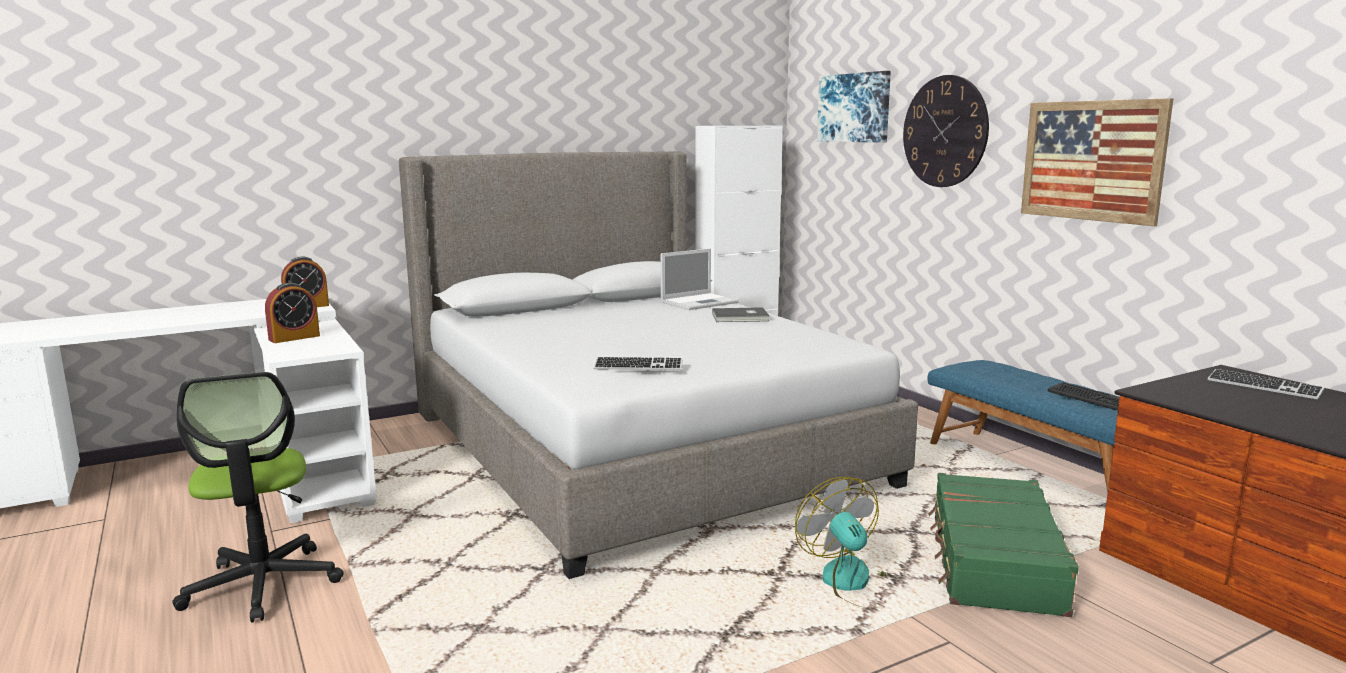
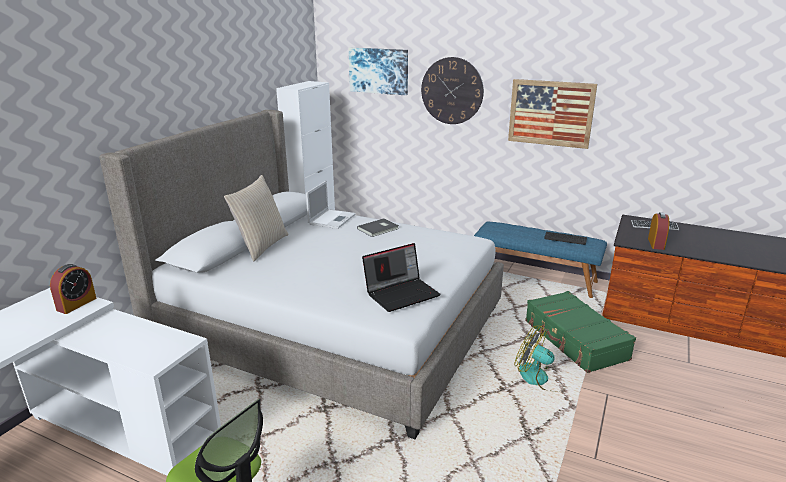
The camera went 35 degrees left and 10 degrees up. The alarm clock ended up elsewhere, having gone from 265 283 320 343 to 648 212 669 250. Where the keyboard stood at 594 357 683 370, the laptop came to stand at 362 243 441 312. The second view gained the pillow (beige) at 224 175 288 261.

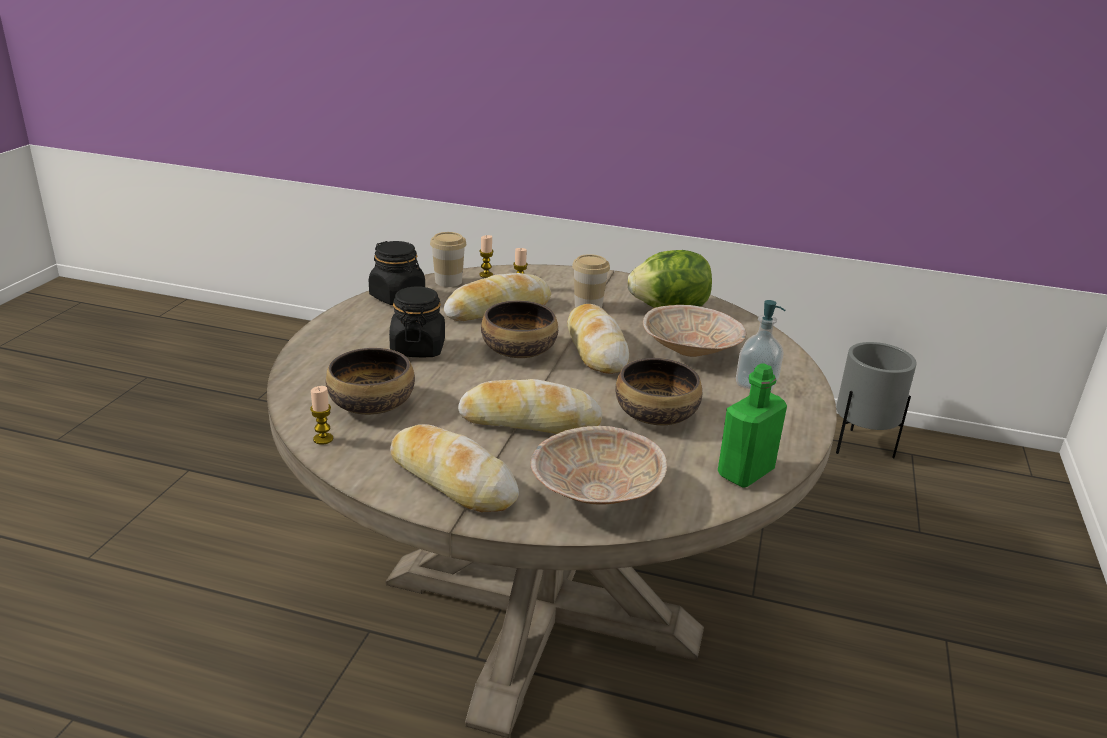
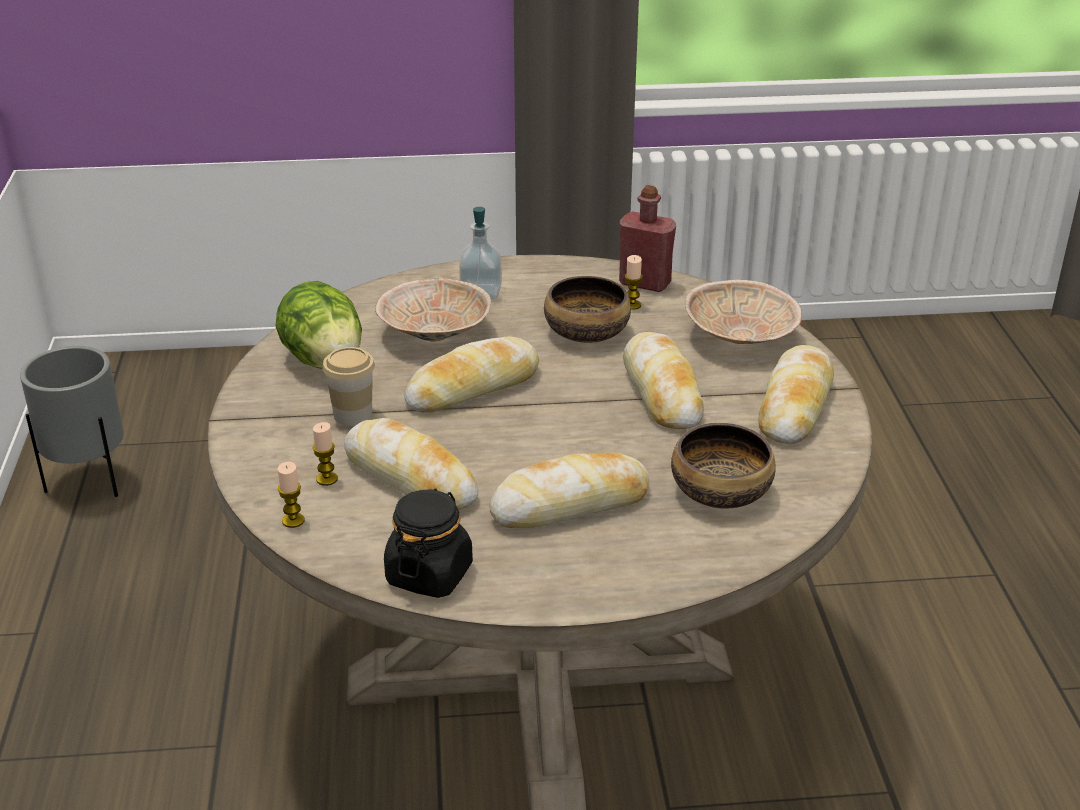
The camera went 110 degrees left and 5 degrees up. The second view lost the cup at 430 232 467 287. Where the jar (black) stood at 389 286 445 357, the bread came to stand at 489 453 649 528. The second view lost the bowl at 481 300 558 358. What was the bottle (green) at 718 363 787 488 turned into the bottle (red) at 619 185 676 292. The candle ended up elsewhere, having gone from 310 386 333 445 to 625 255 643 310.

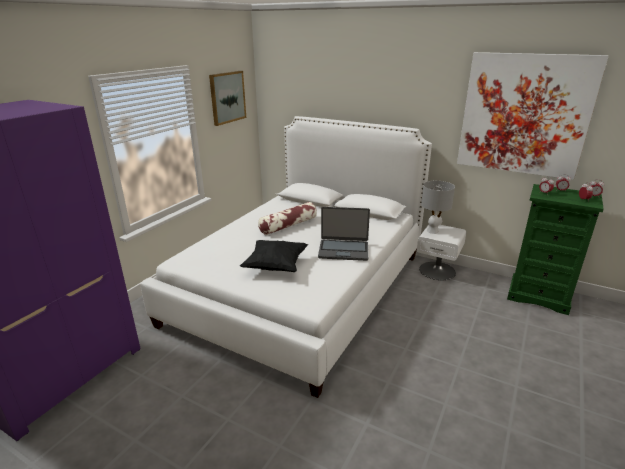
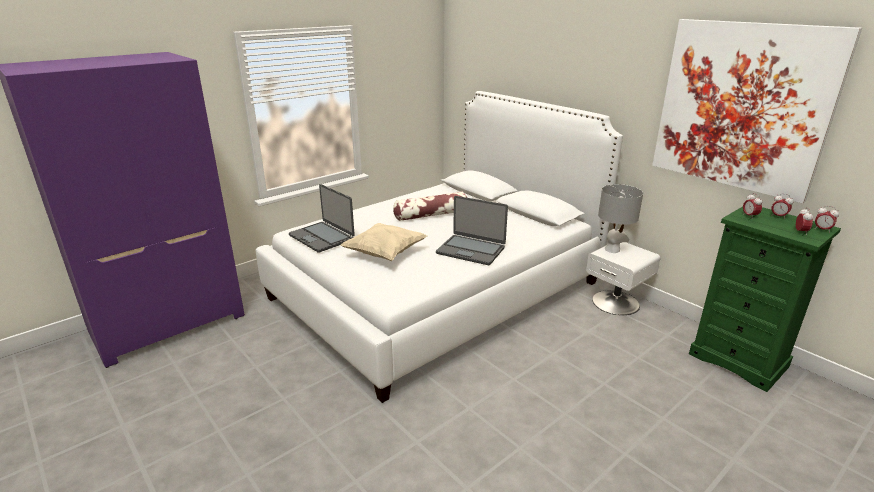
The camera went 20 degrees right and 0 degrees up. The second view lost the picture at 209 71 246 126. What was the pillow (black) at 240 240 308 272 turned into the pillow (beige) at 340 223 427 261. The second view gained the laptop at 289 184 355 253.

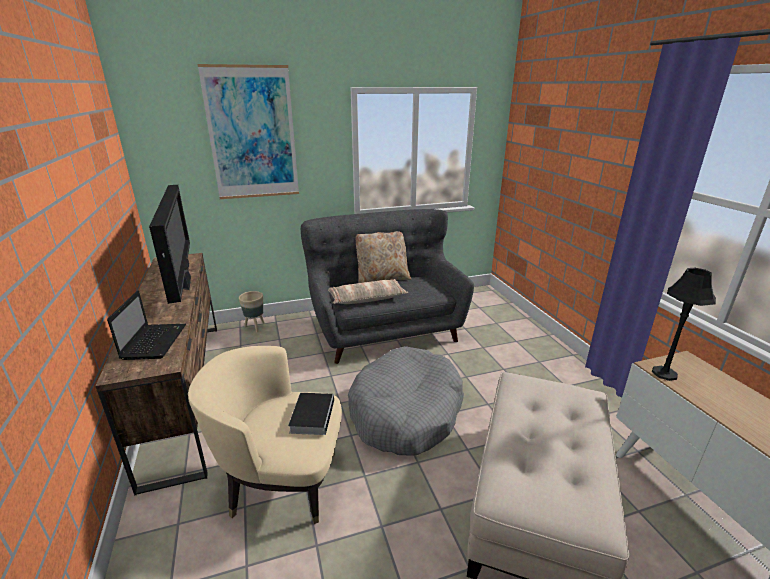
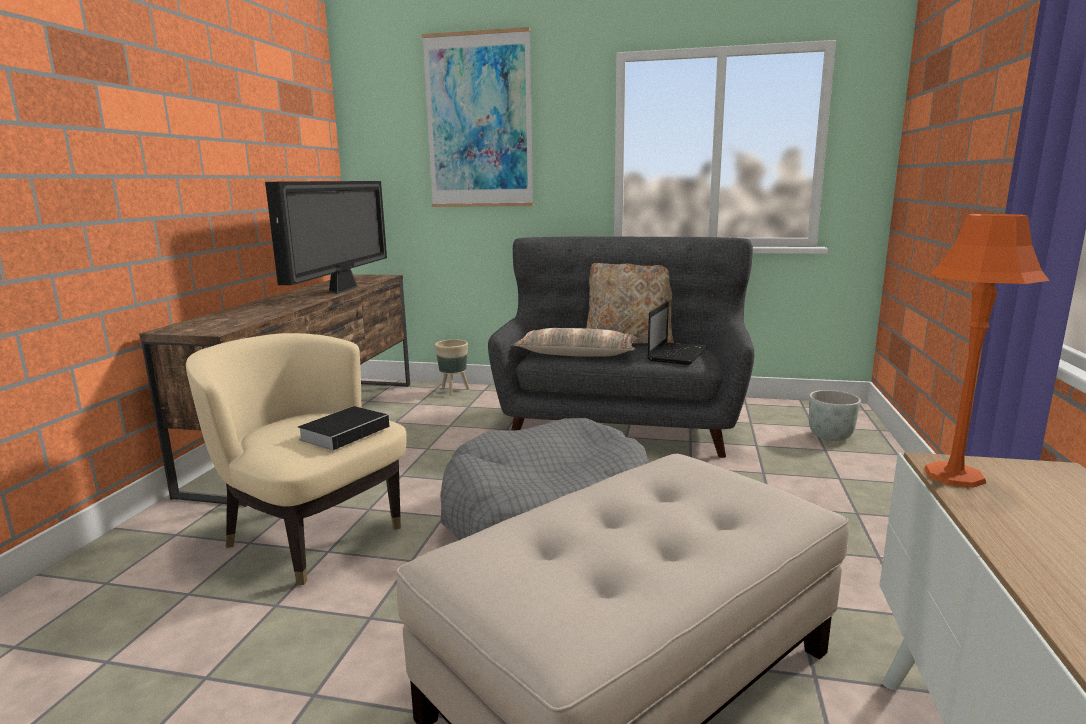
The camera went 30 degrees right and 10 degrees down. What was the table lamp (black) at 652 268 716 381 turned into the table lamp (orange) at 924 214 1050 488. The laptop ended up elsewhere, having gone from 107 290 186 360 to 647 301 708 365. The second view gained the planter (grey) at 809 390 861 441.

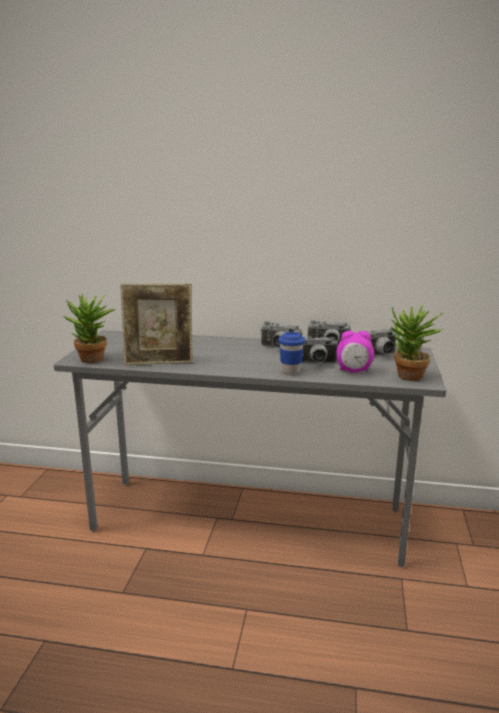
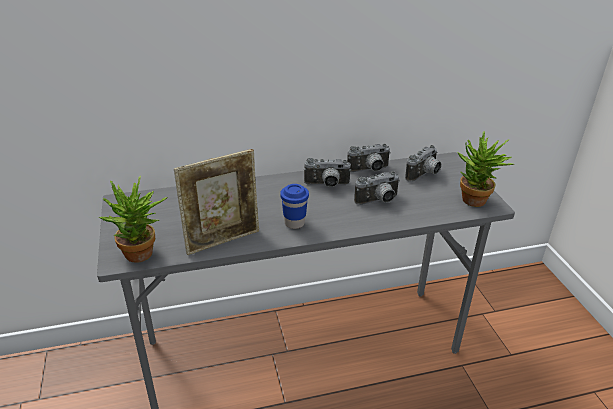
The camera went 25 degrees left and 15 degrees up. The second view lost the alarm clock at 336 331 374 373. The cup (blue) ended up elsewhere, having gone from 279 332 305 375 to 280 184 309 229.

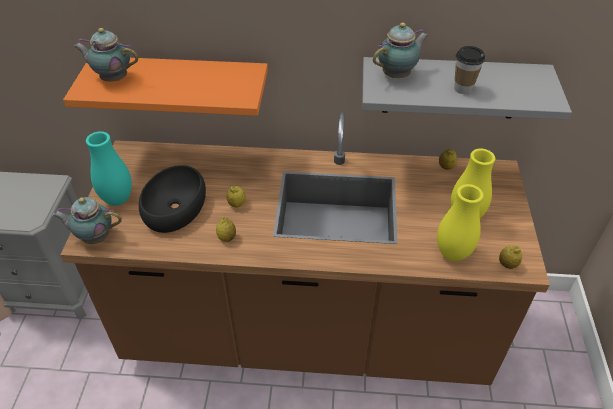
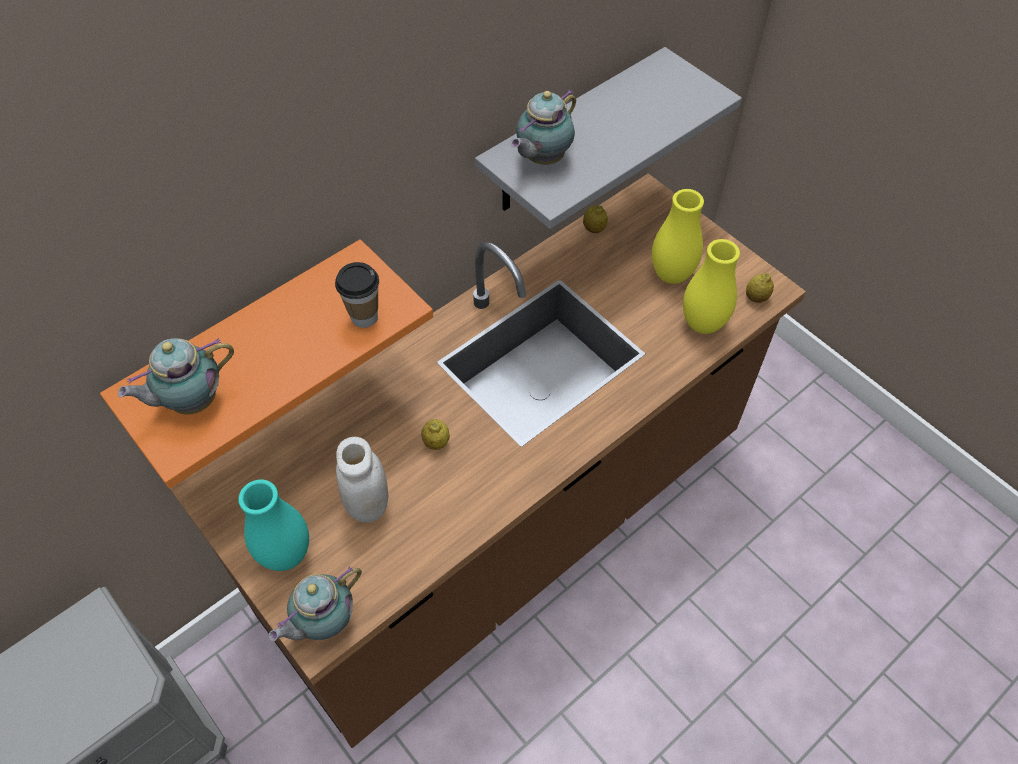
The camera went 45 degrees left and 10 degrees up. The teapot at 373 22 428 78 ended up facing another way, 150 degrees counterclockwise from before. The cup ended up elsewhere, having gone from 454 46 485 94 to 335 262 379 328. Where the bowl (black) stood at 139 165 206 233, the jar (white) came to stand at 336 437 388 522. The second view lost the lemon at 216 217 236 242.

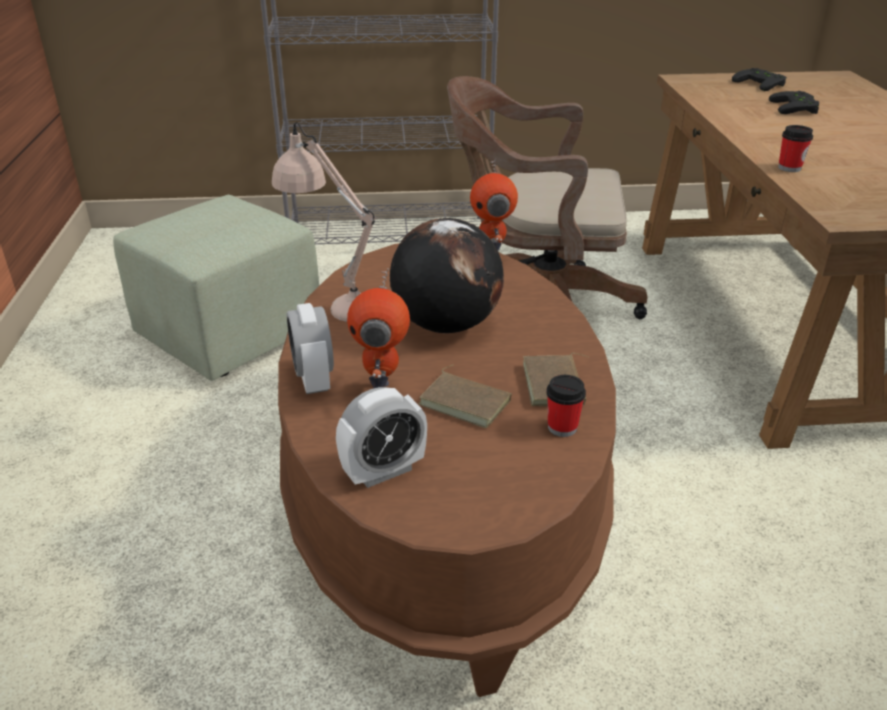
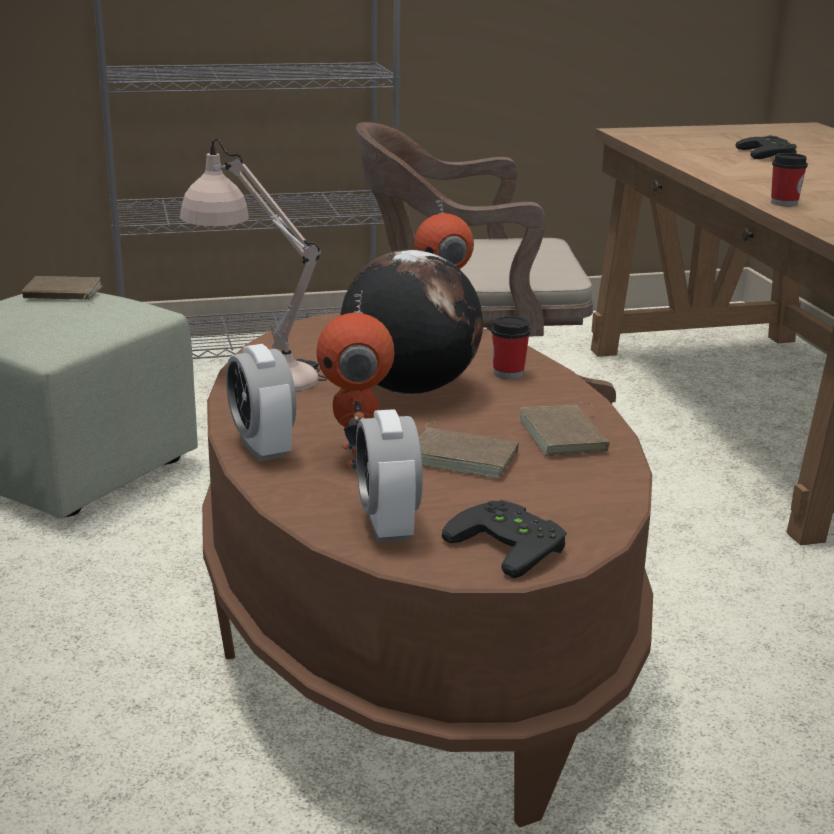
The camera went 10 degrees left and 10 degrees down. The game controller (black) ended up elsewhere, having gone from 732 68 787 91 to 442 500 567 578. The cup ended up elsewhere, having gone from 546 375 586 437 to 491 316 531 379. The alarm clock at 336 387 427 488 ended up facing another way, 120 degrees clockwise from before. The second view gained the book (brown) at 22 276 103 300.

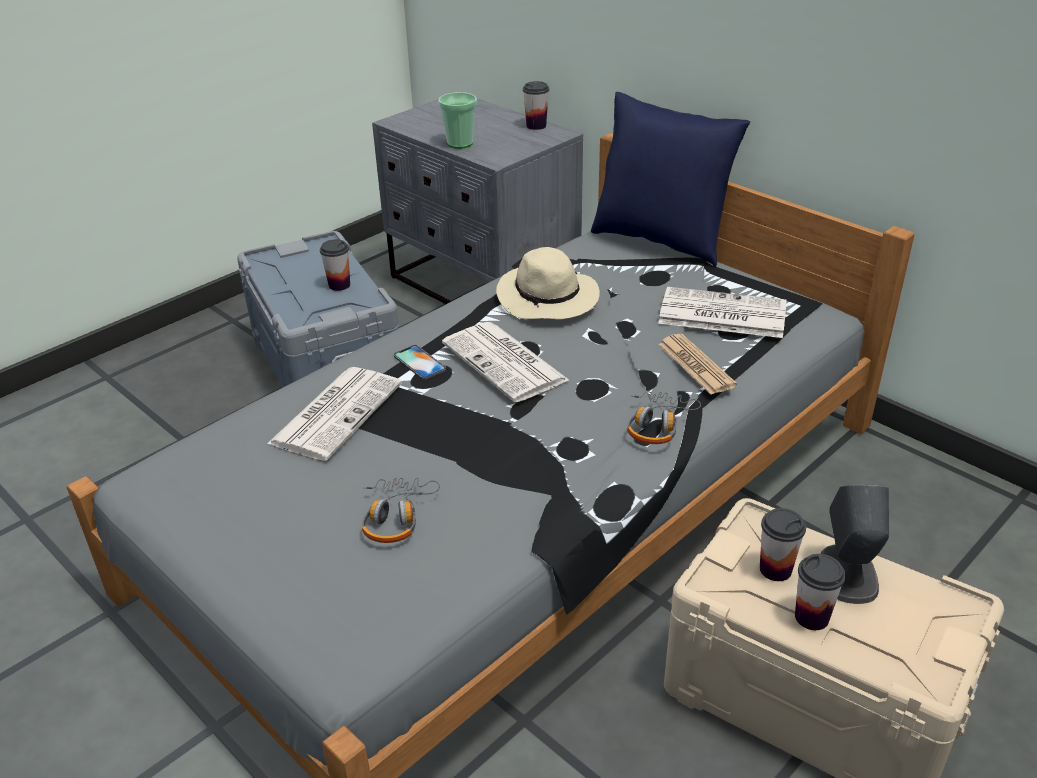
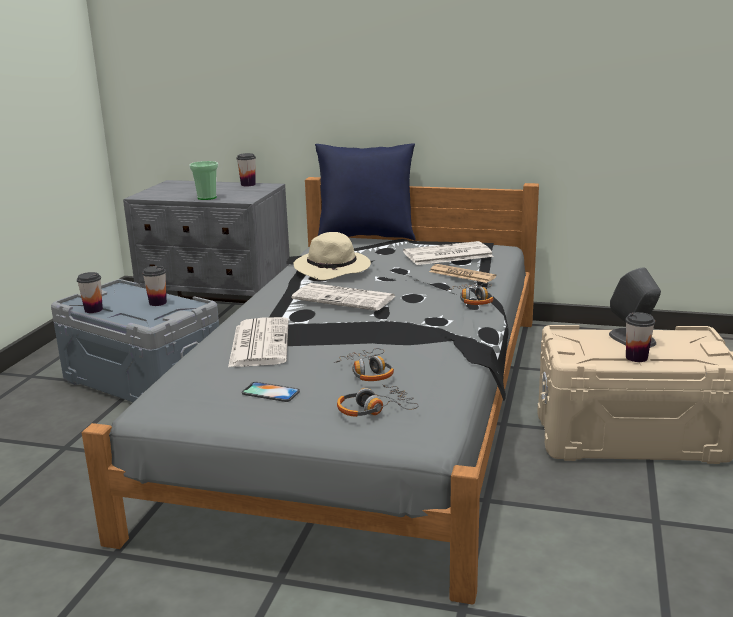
The camera went 30 degrees left and 15 degrees down. The phone ended up elsewhere, having gone from 394 345 446 380 to 242 382 300 402. The cup ended up elsewhere, having gone from 760 508 806 581 to 77 272 103 313. The second view gained the headphones at 337 384 419 417.

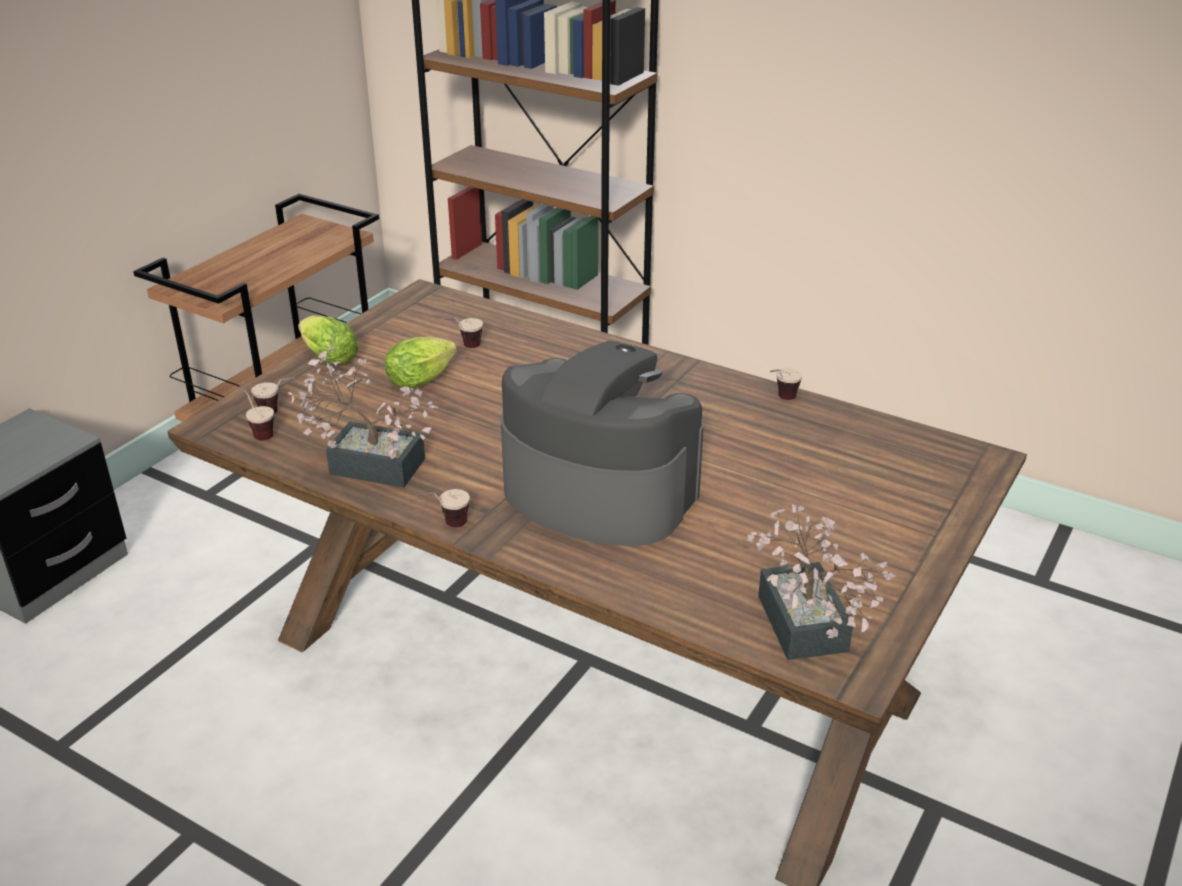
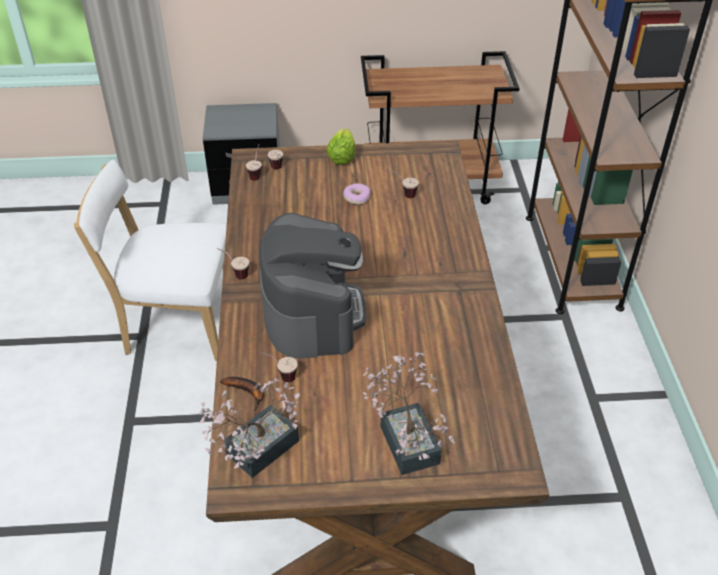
The camera went 55 degrees right and 10 degrees up. Where the lettuce stood at 385 337 457 388, the donut came to stand at 343 183 371 205. The potted plant ended up elsewhere, having gone from 288 347 438 488 to 363 352 455 475. The cup ended up elsewhere, having gone from 770 368 803 400 to 260 352 298 382. The second view gained the chair (white) at 74 159 227 361. The second view gained the banana at 220 377 264 410.

